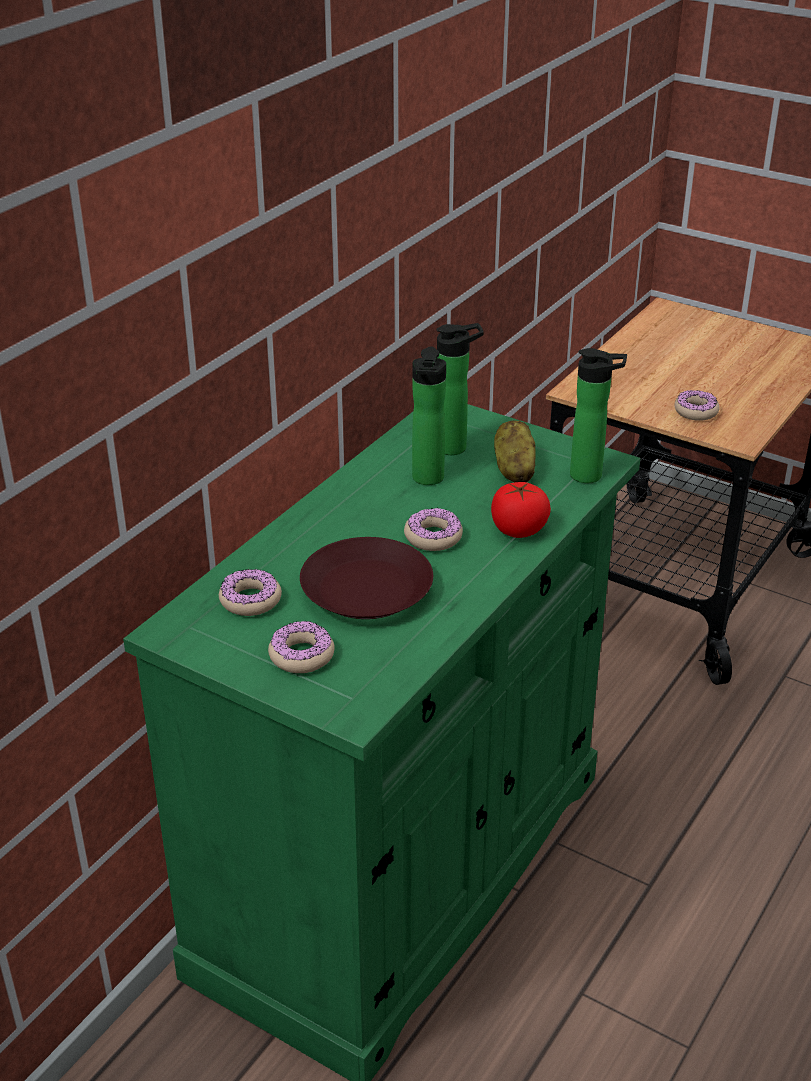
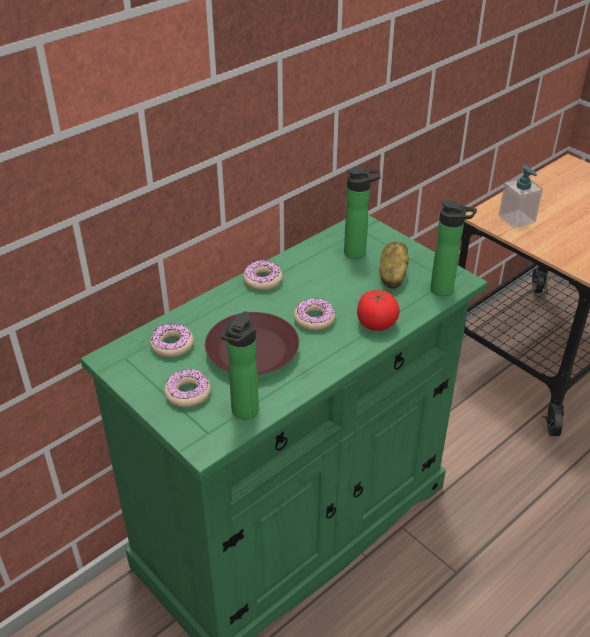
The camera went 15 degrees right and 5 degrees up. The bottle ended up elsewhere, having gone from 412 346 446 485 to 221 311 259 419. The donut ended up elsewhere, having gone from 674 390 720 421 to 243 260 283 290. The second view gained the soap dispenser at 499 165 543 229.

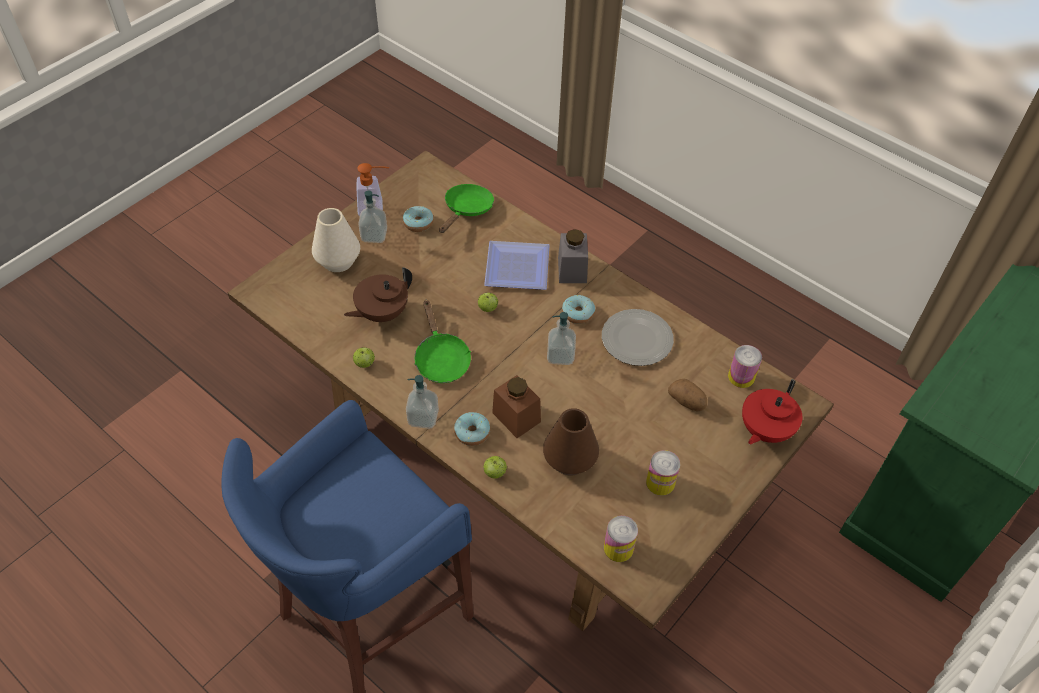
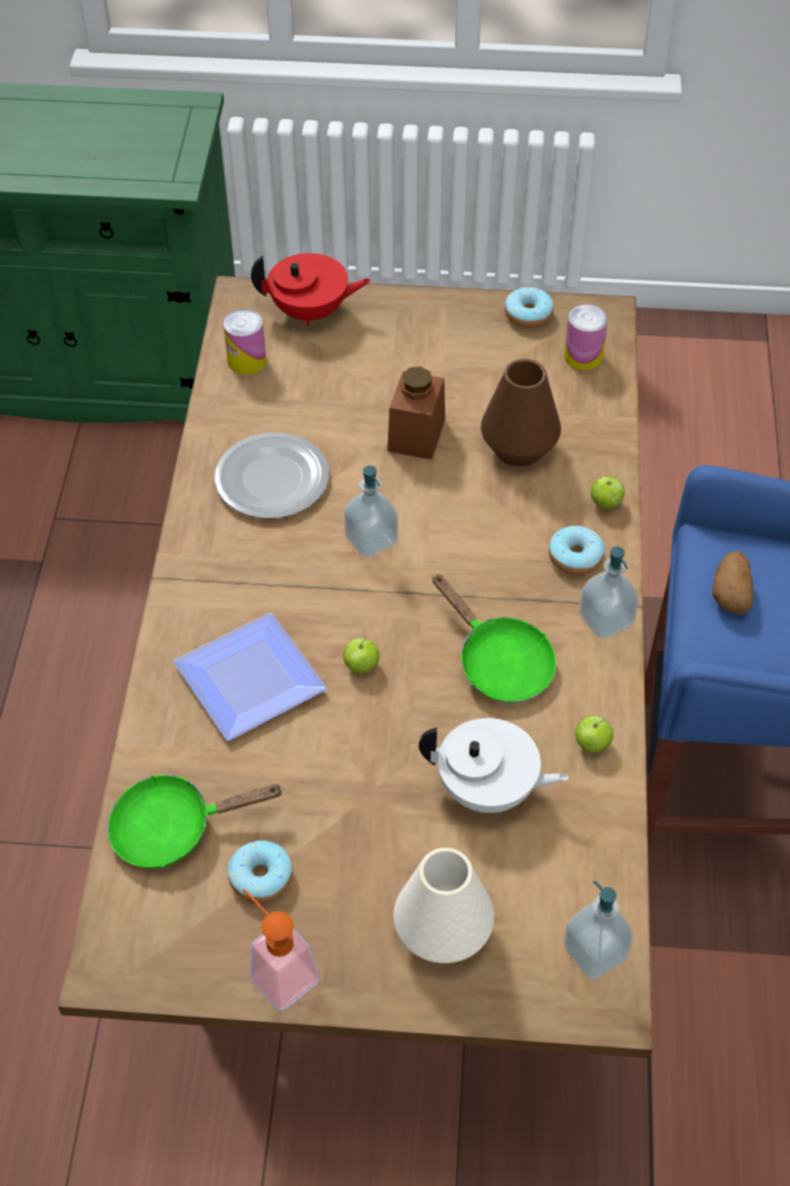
The camera went 125 degrees left and 0 degrees up. The soap dispenser ended up elsewhere, having gone from 358 191 387 243 to 564 881 633 979. The second view lost the jar (grey) at 558 229 588 283. What was the teapot (brown) at 344 267 412 322 turned into the teapot (white) at 419 718 569 813. The donut ended up elsewhere, having gone from 562 295 595 324 to 505 287 554 328. The frying pan (green) at 414 300 471 383 ended up facing another way, 105 degrees clockwise from before. The jar (brown) ended up elsewhere, having gone from 492 375 541 438 to 387 367 445 460. The potato ended up elsewhere, having gone from 668 379 707 411 to 713 551 754 614. The second view lost the can at 646 450 680 496.

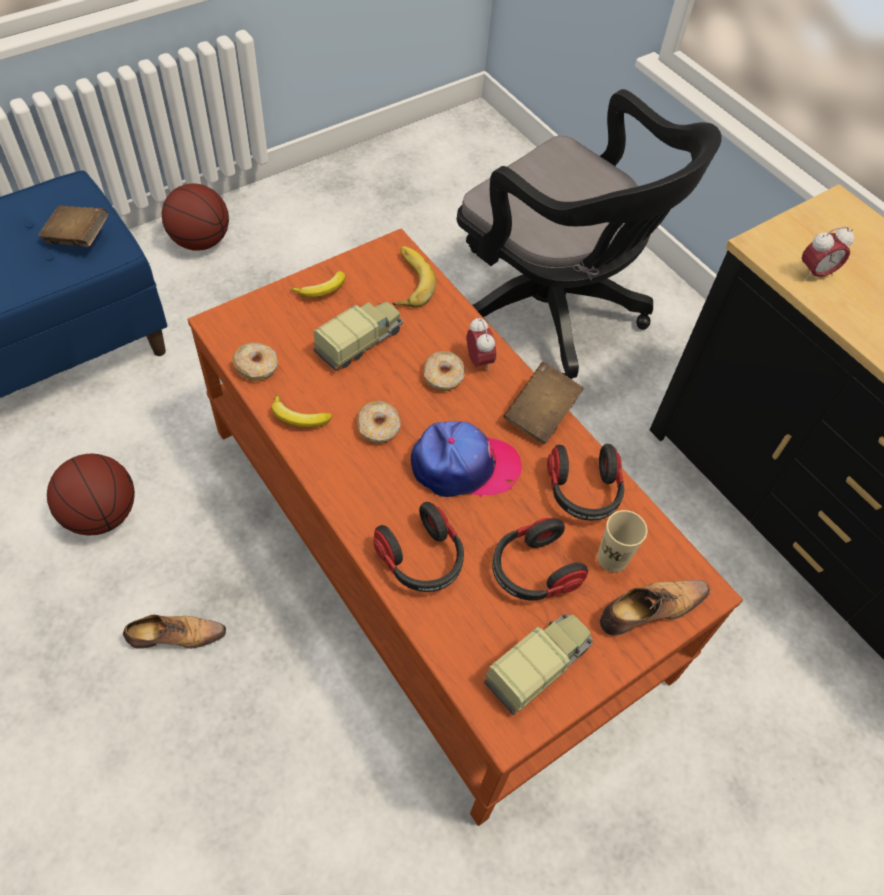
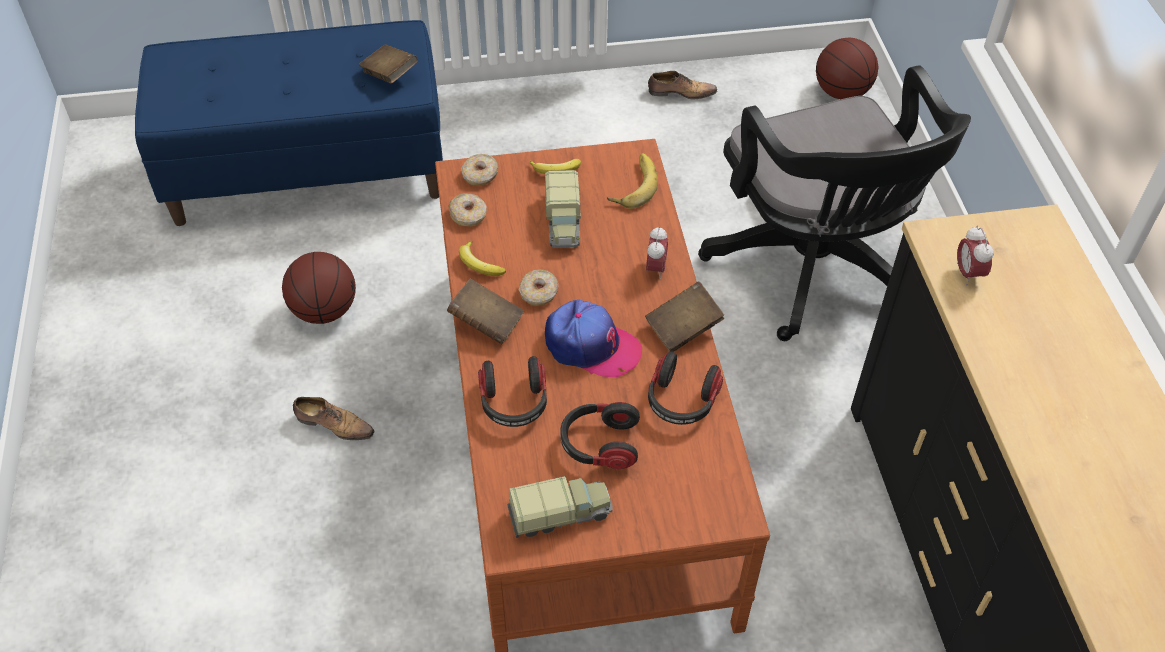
The camera went 30 degrees right and 5 degrees down. The basketball ended up elsewhere, having gone from 162 184 229 251 to 816 38 878 99. The alarm clock at 802 226 854 281 ended up facing another way, 75 degrees clockwise from before. The toy truck at 313 302 403 371 ended up facing another way, 105 degrees clockwise from before. The donut ended up elsewhere, having gone from 424 351 465 391 to 461 154 498 186. The second view lost the cup (beige) at 597 510 648 572. The shoe ended up elsewhere, having gone from 600 580 710 636 to 648 71 717 99. The second view gained the book (brown) at 447 279 524 344.

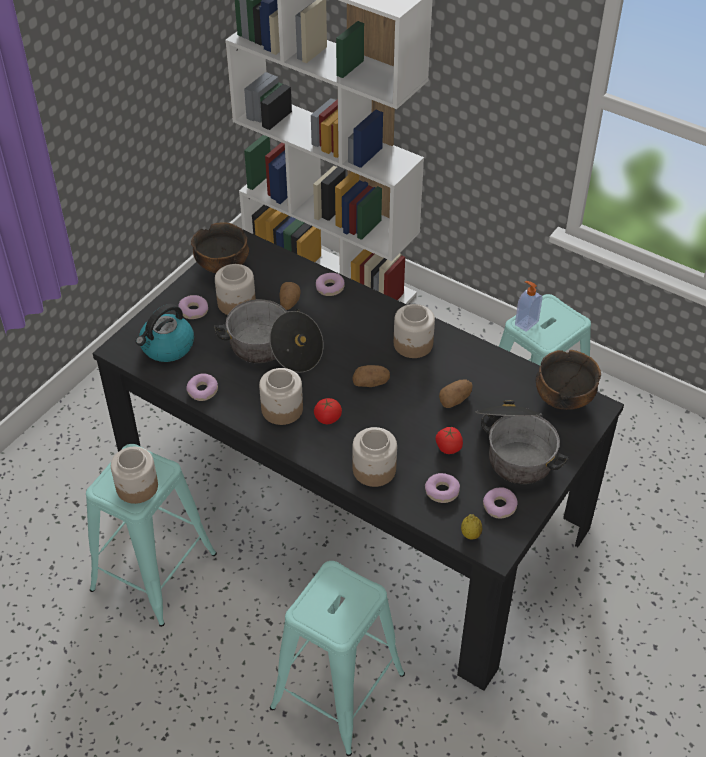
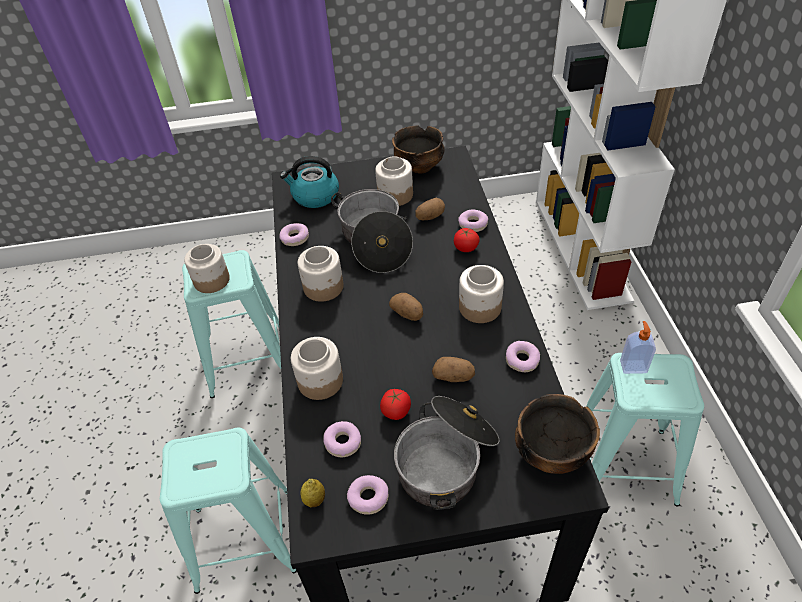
The camera went 50 degrees right and 0 degrees up. The donut ended up elsewhere, having gone from 178 295 208 319 to 506 341 540 372. The tomato ended up elsewhere, having gone from 314 398 342 424 to 454 228 480 252.

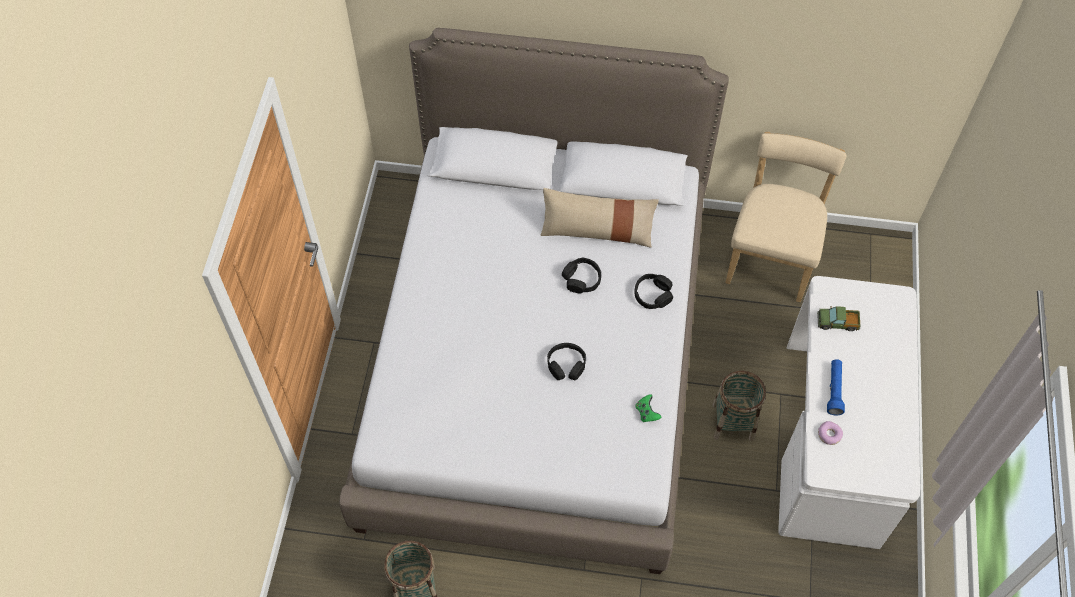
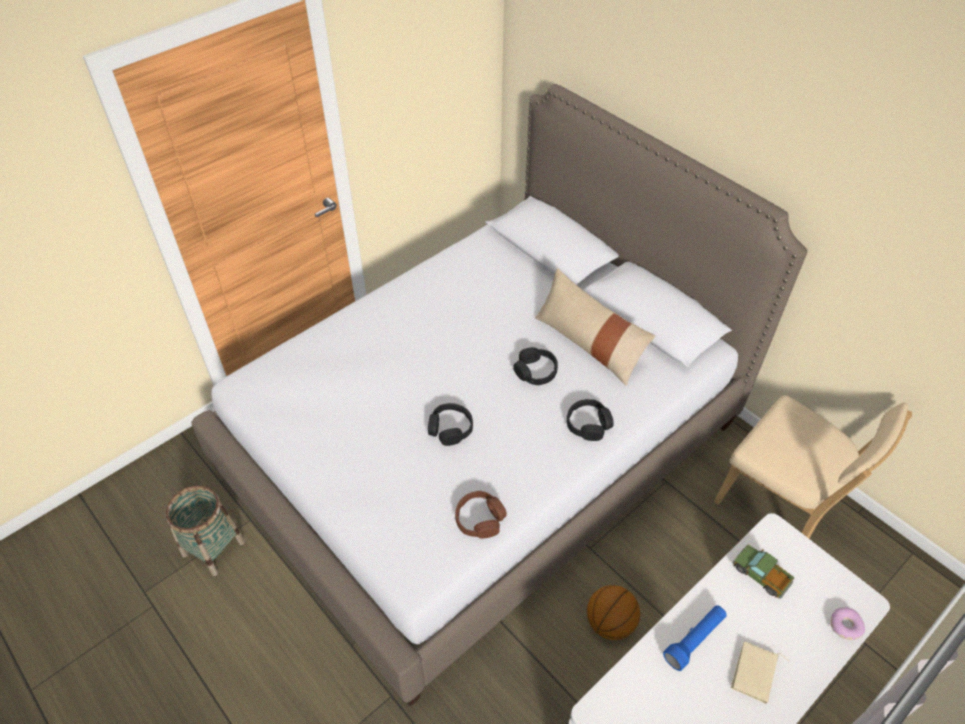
The camera went 40 degrees right and 10 degrees down. The chair (beige) at 725 132 847 302 ended up facing another way, 75 degrees clockwise from before. Where the basket stood at 712 371 766 441, the basketball came to stand at 587 585 640 640. Where the game controller (green) stood at 635 394 661 422, the headphones (brown) came to stand at 455 491 507 539. The donut ended up elsewhere, having gone from 818 421 843 445 to 830 607 865 640. The second view gained the book (beige) at 731 641 790 704.

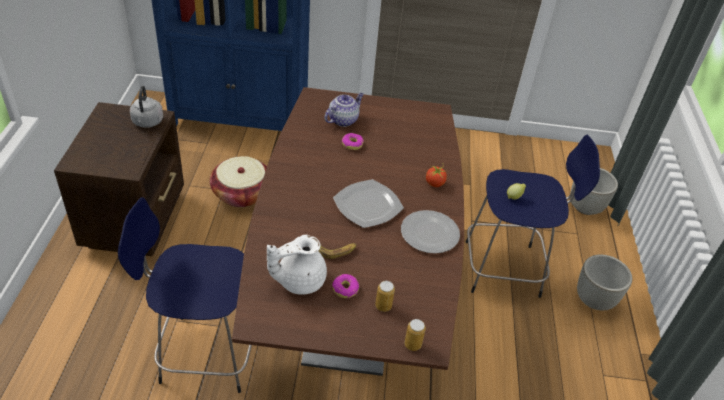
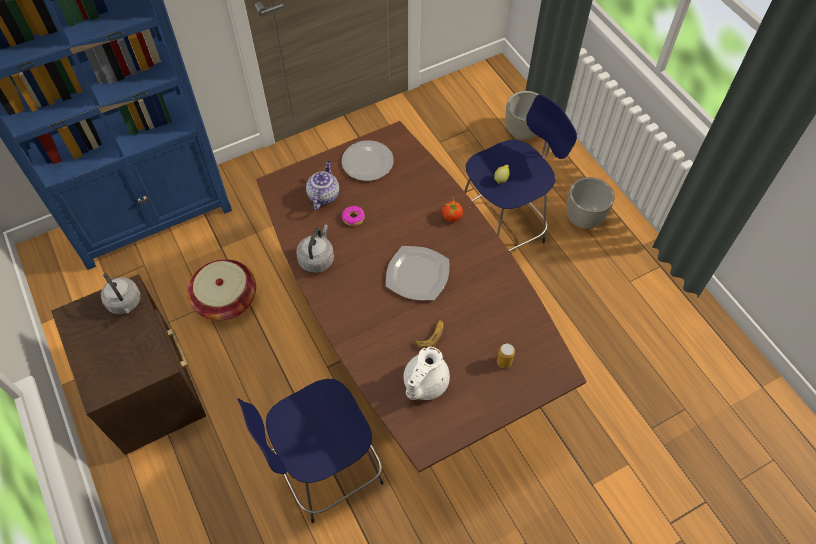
The camera went 30 degrees left and 15 degrees up. The plate ended up elsewhere, having gone from 401 210 460 254 to 342 140 394 181. The second view lost the donut at 332 274 359 298. The second view lost the can at 404 319 426 351. The second view gained the kettle (grey) at 296 224 334 273.

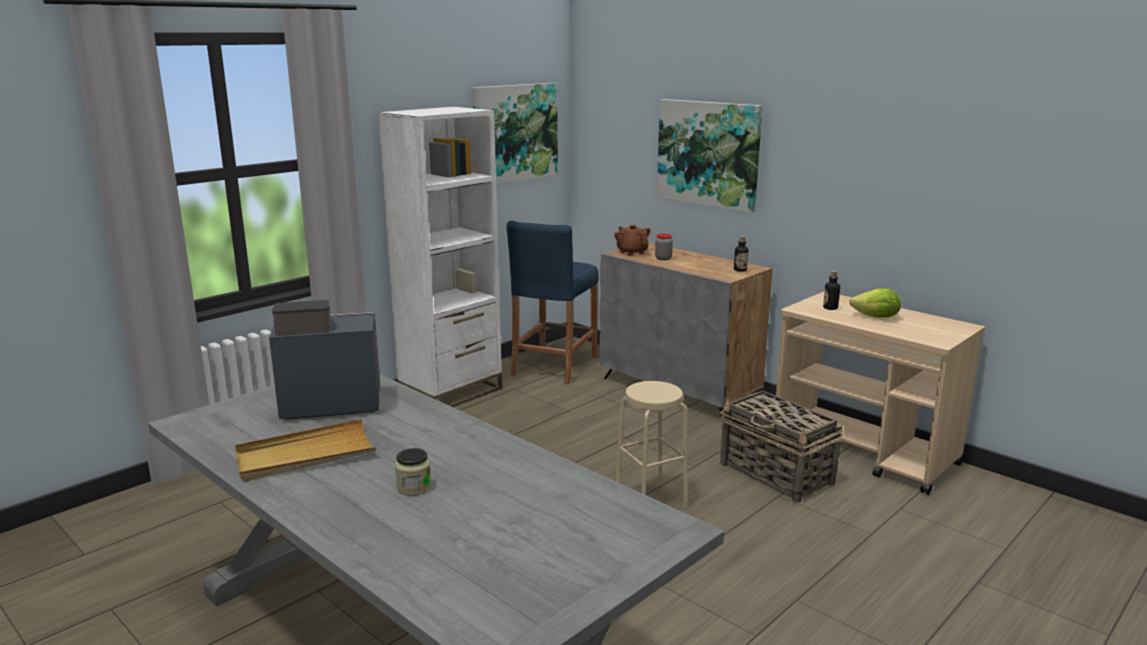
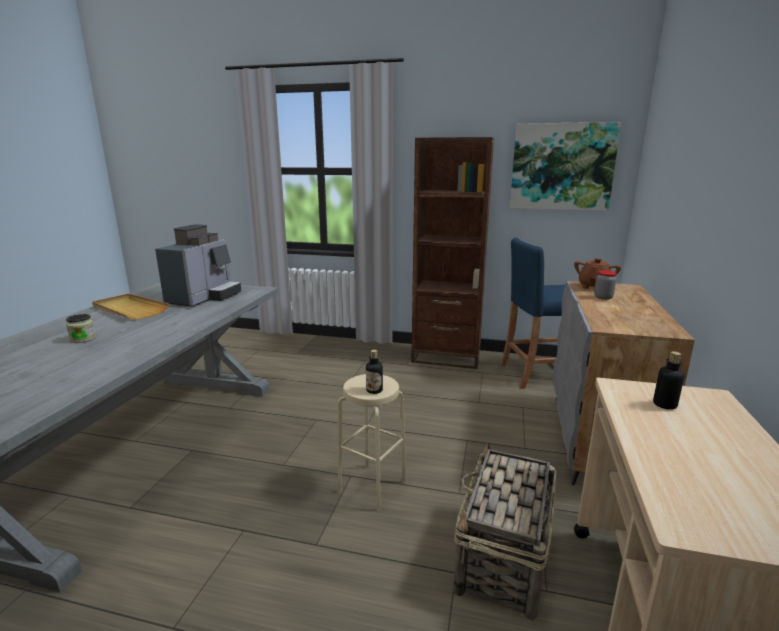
The camera went 60 degrees right and 0 degrees up. The second view lost the picture at 657 99 762 213. What was the bookcase (white) at 378 107 502 407 turned into the bookcase (brown) at 411 137 494 369. The bottle ended up elsewhere, having gone from 734 236 748 272 to 366 350 383 394. The second view lost the lettuce at 849 288 901 318. The coffee machine at 269 300 381 420 ended up facing another way, 60 degrees clockwise from before.

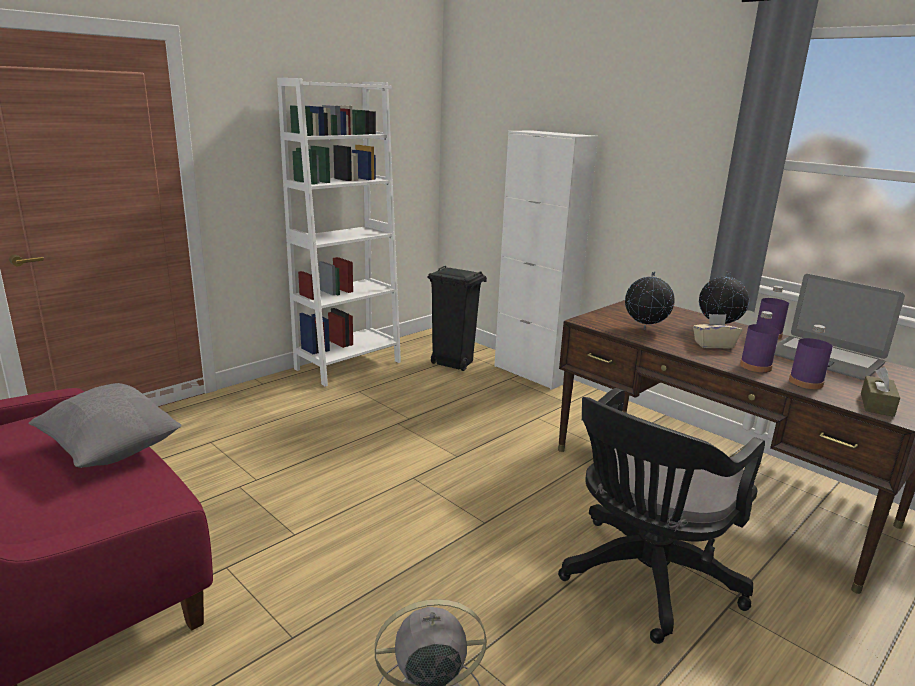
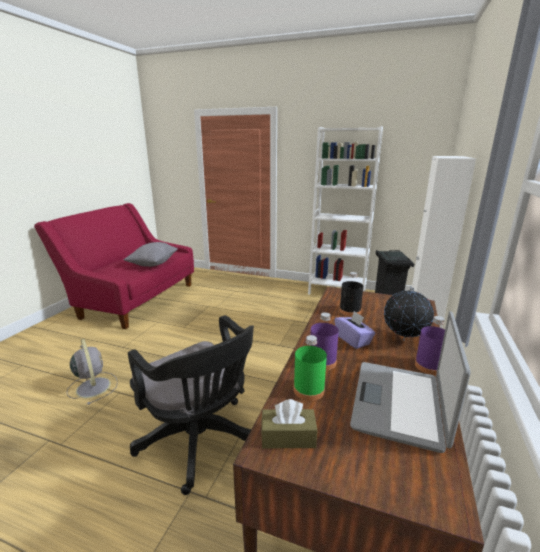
The camera went 65 degrees right and 0 degrees up. Where the globe stood at 625 271 675 330, the bottle (black) came to stand at 339 272 363 316. What was the tissue box (beige) at 693 314 742 349 turned into the tissue box (purple) at 335 311 376 349. What was the bottle (purple) at 789 325 833 389 turned into the bottle (green) at 293 335 327 401. The office chair (black) at 558 388 765 644 ended up facing another way, 150 degrees counterclockwise from before.

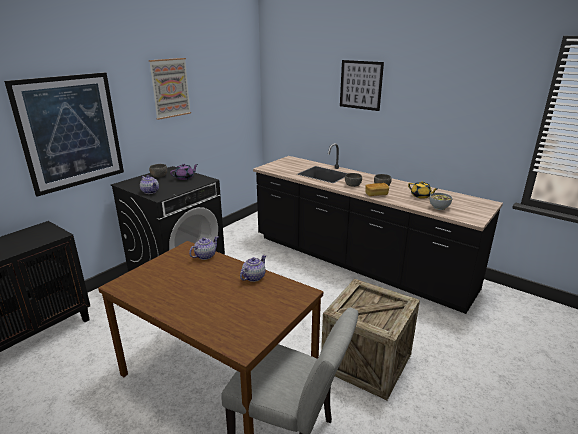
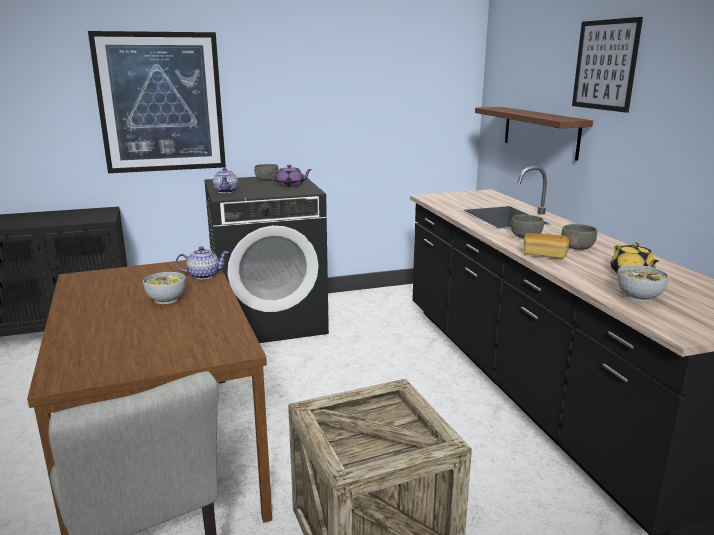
The camera went 35 degrees right and 5 degrees down. The second view lost the picture at 149 58 191 120. The second view lost the teapot at 240 255 266 282. The second view gained the shelf at 475 107 593 161. The second view gained the bowl at 143 272 186 304.

